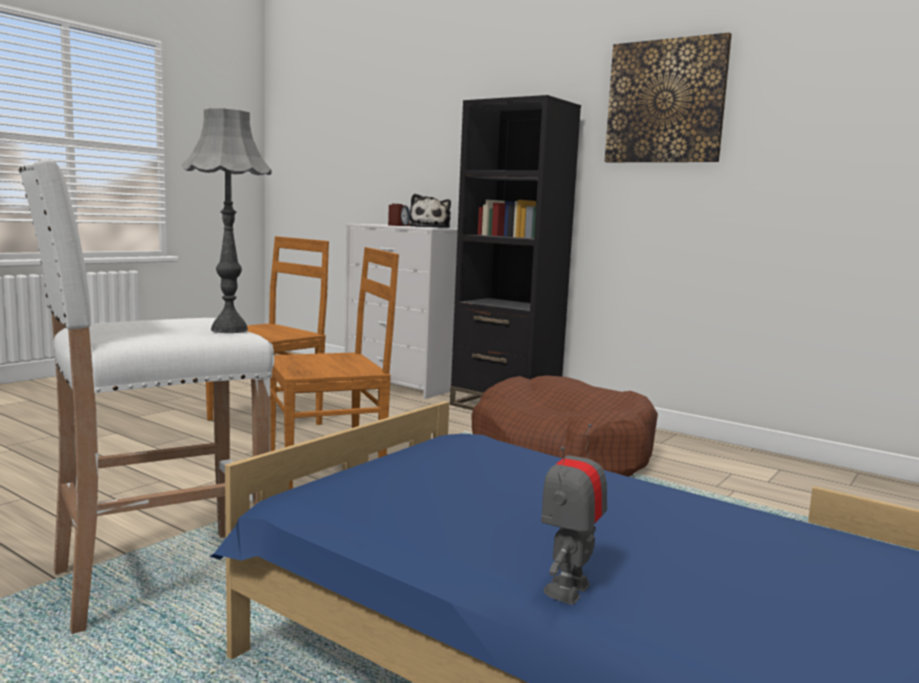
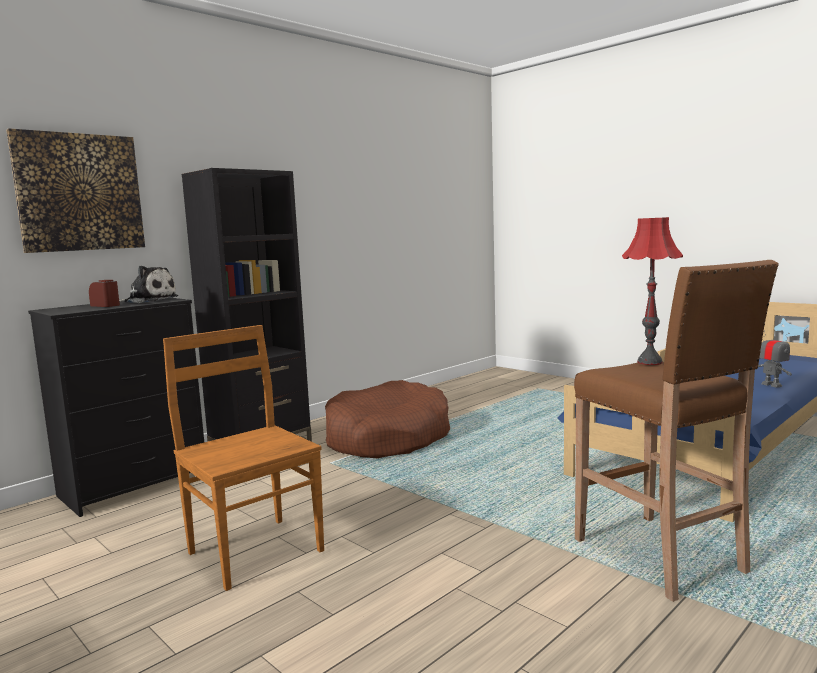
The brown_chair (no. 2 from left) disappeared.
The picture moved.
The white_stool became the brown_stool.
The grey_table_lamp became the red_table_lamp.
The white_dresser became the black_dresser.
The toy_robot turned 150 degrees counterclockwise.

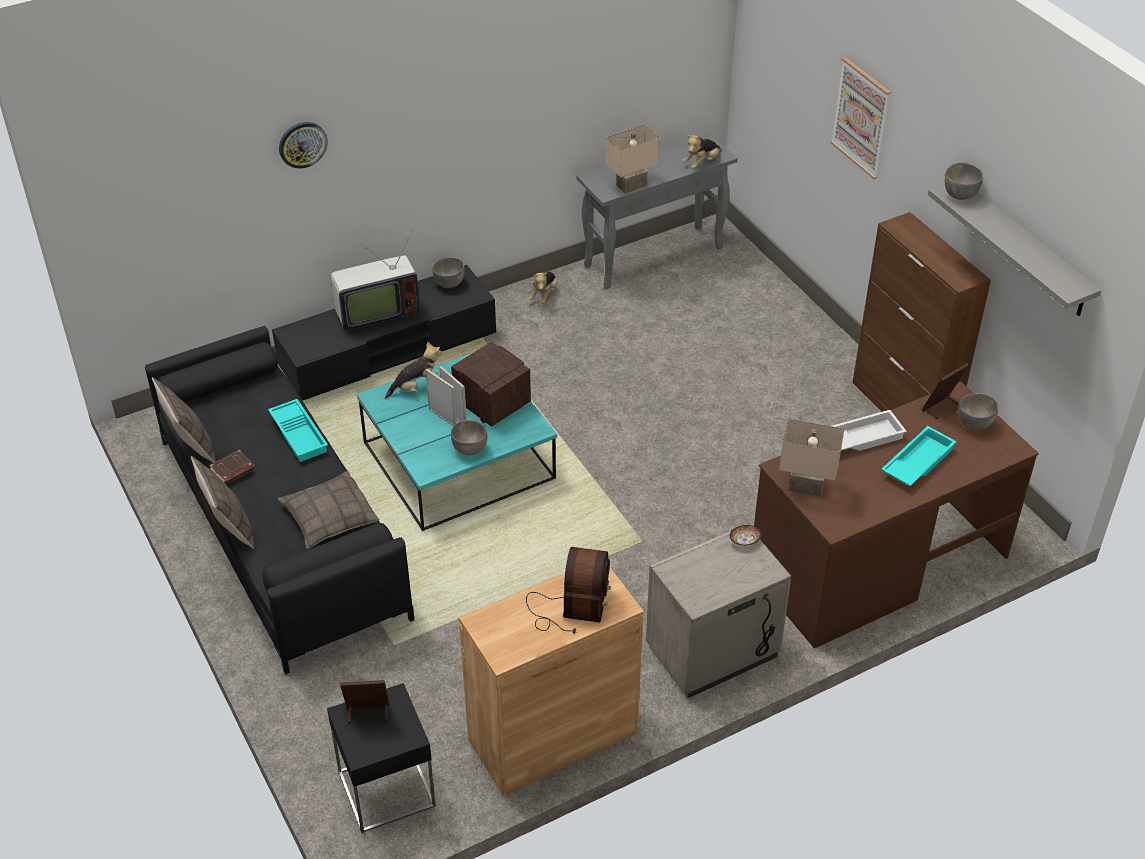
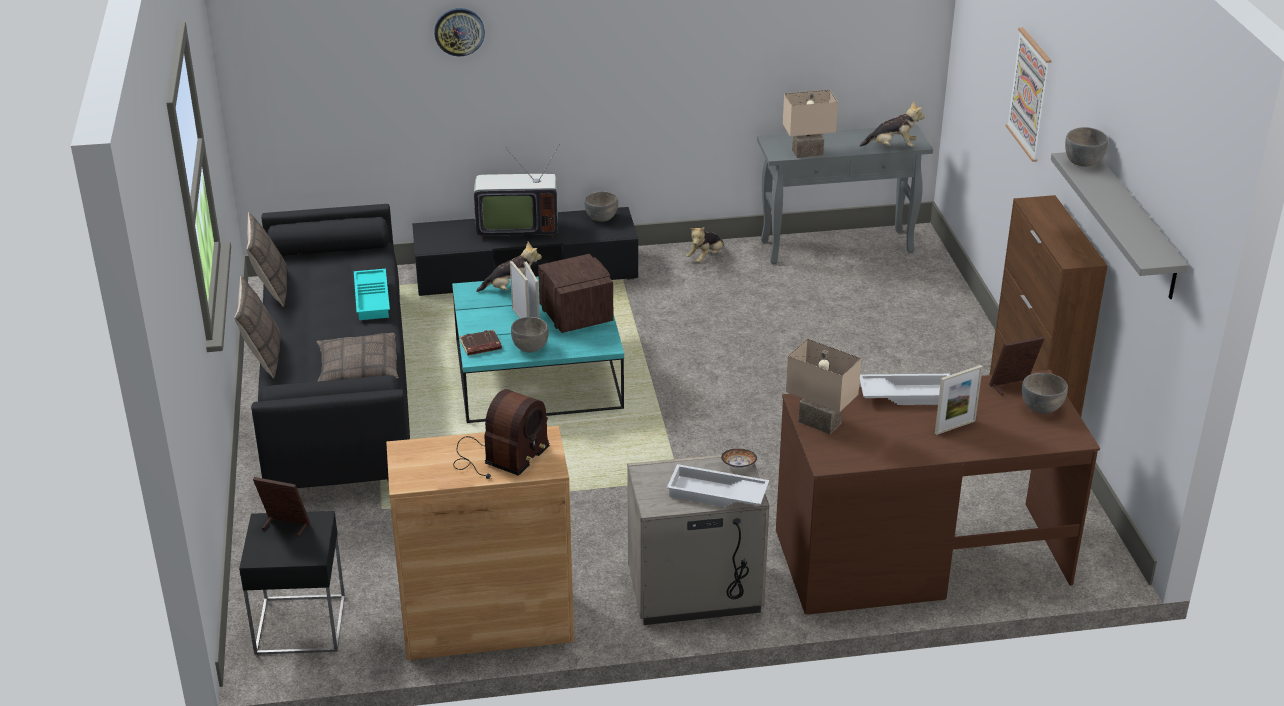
The white_tray (no. 1 from left) appeared.
The brown_book moved.
The turquoise_tray (no. 2 from left) was replaced by the picture_frame (no. 4 from left).
The plush_toy (no. 3 from left) turned 150 degrees counterclockwise.

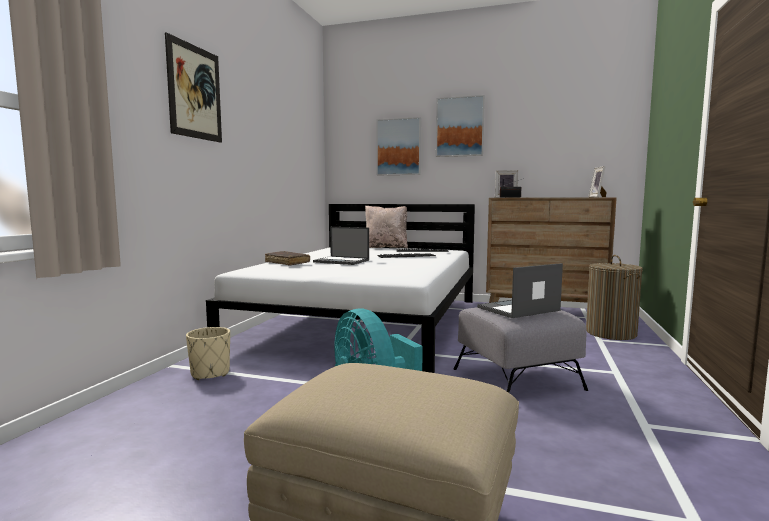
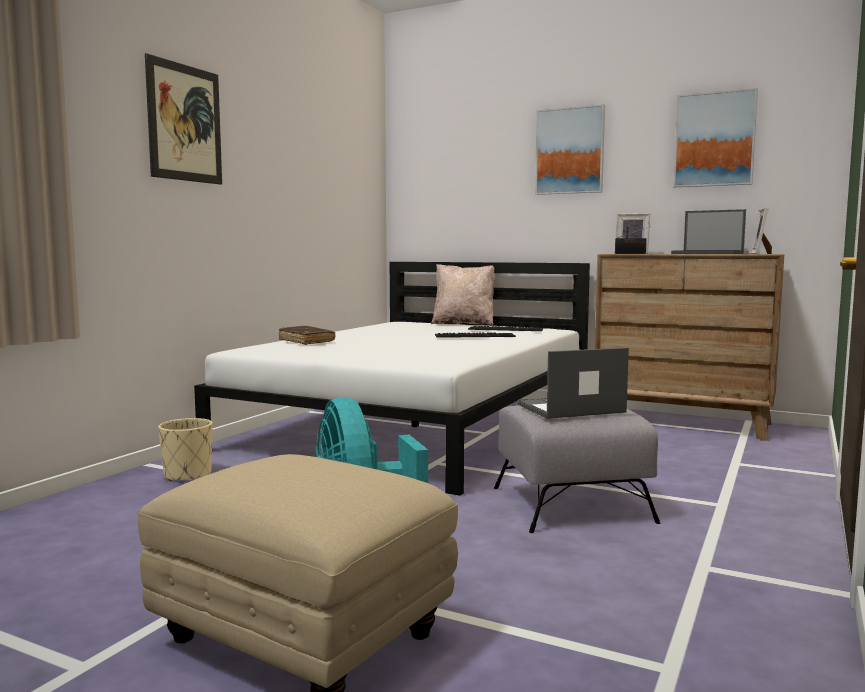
The laundry_basket disappeared.
The laptop (no. 1 from left in the first image) moved.
The picture (no. 2 from left in the first image) moved.

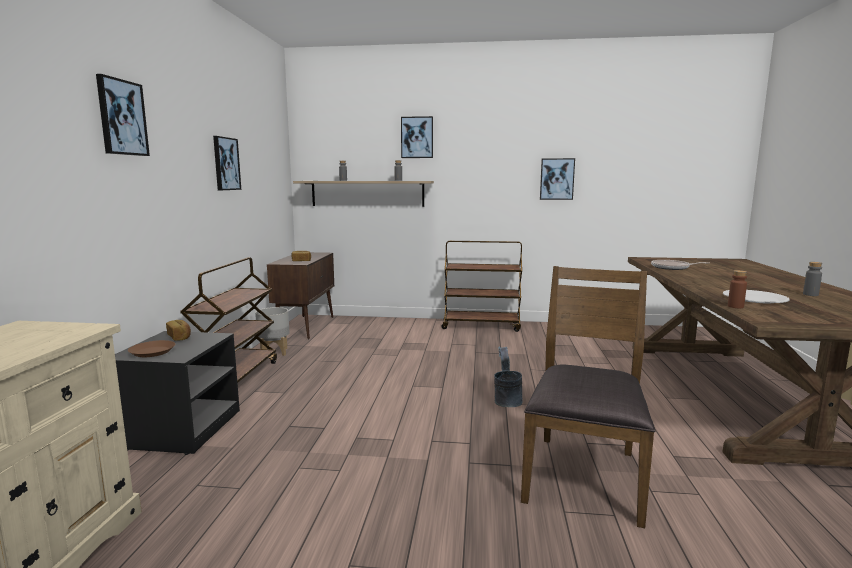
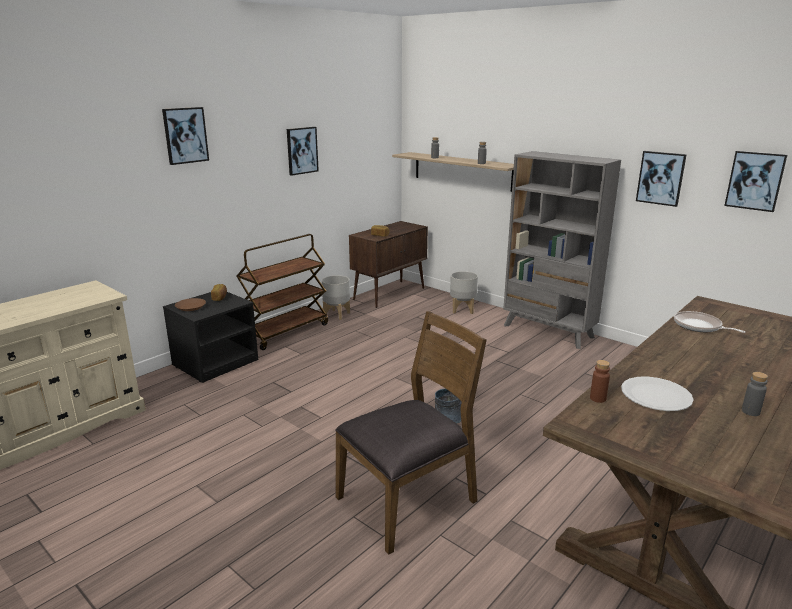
The grey_planter (no. 2 from left) appeared.
The picture (no. 3 from left in the first image) moved.
The brown_cart (no. 2 from left) was replaced by the grey_bookcase.

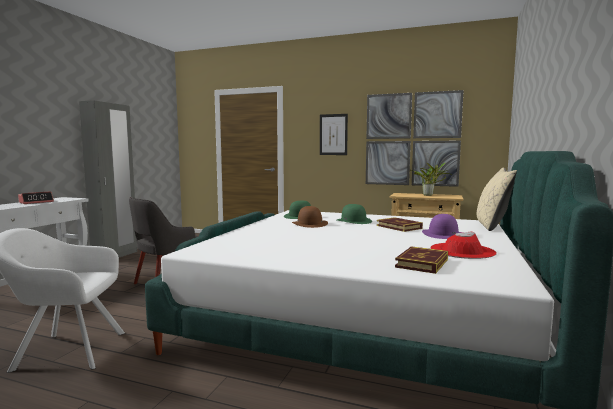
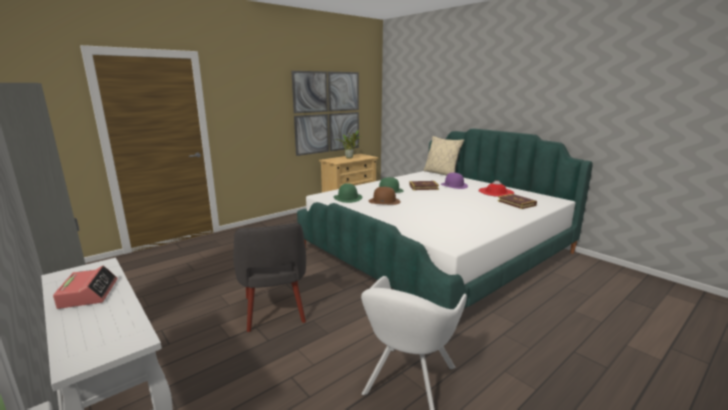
The picture (no. 1 from left) disappeared.

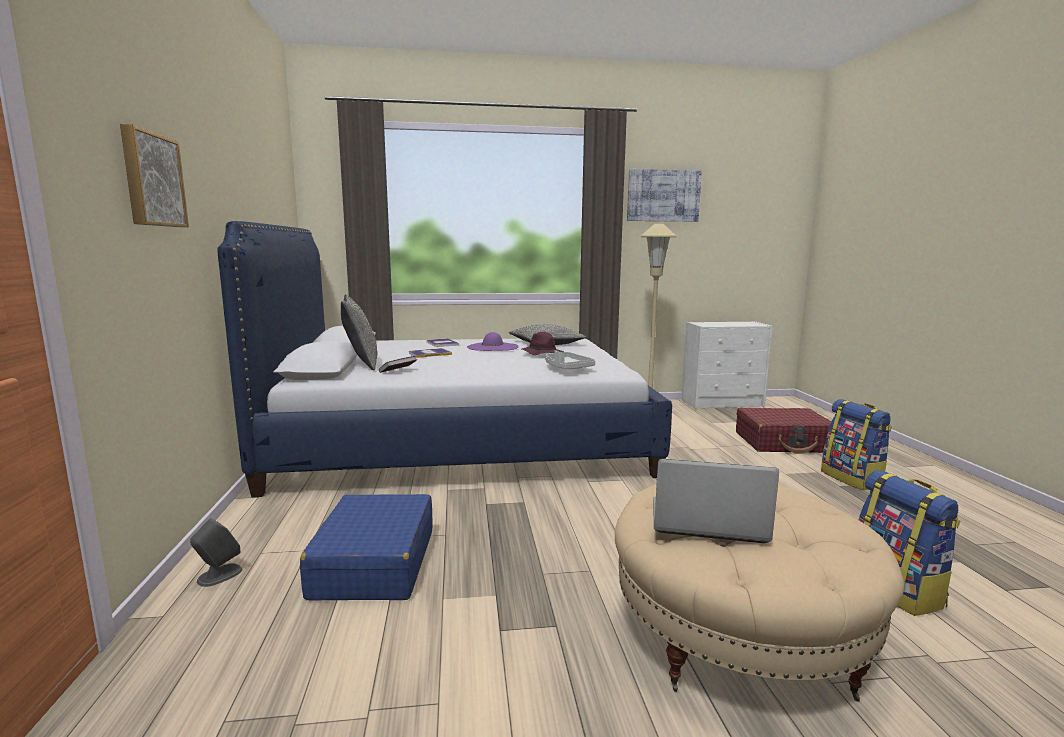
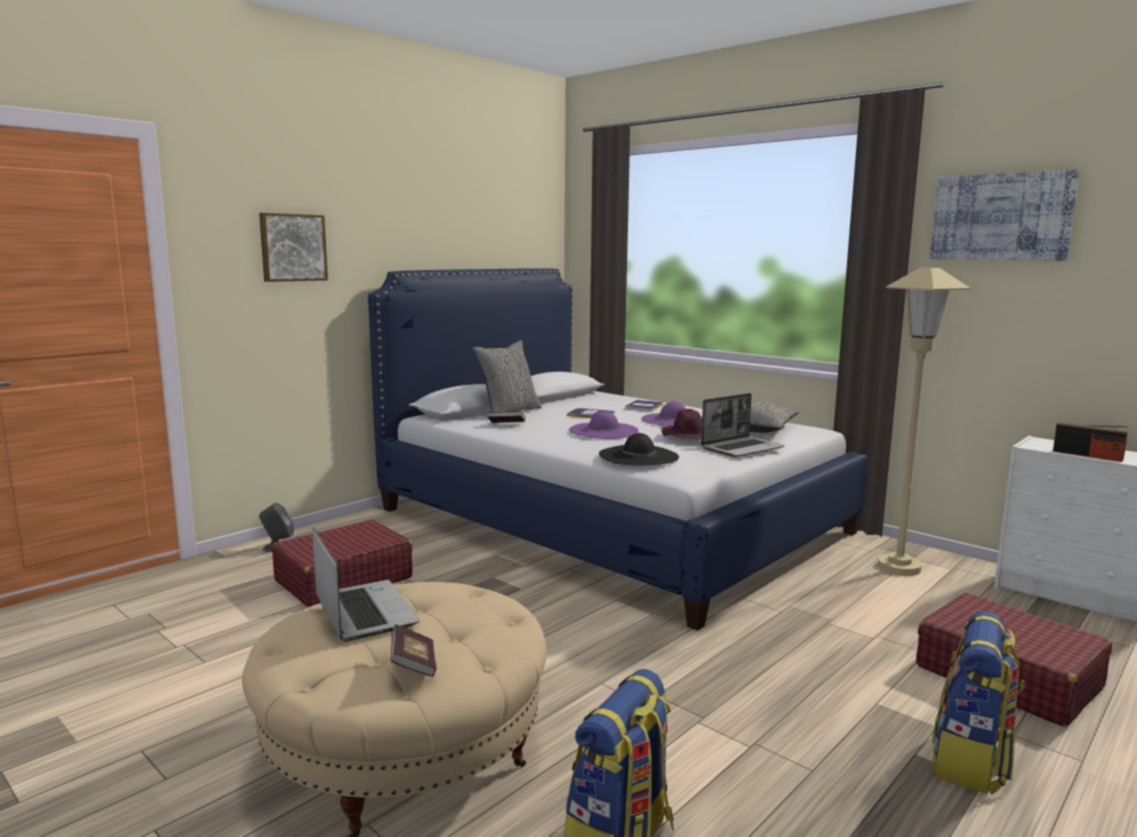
The book (no. 1 from left) appeared.
The purple_hat (no. 1 from left) appeared.
The laptop (no. 2 from left) appeared.
The radio appeared.
The grey_tray was replaced by the black_hat.
The blue_suitcase became the red_suitcase (no. 1 from left).

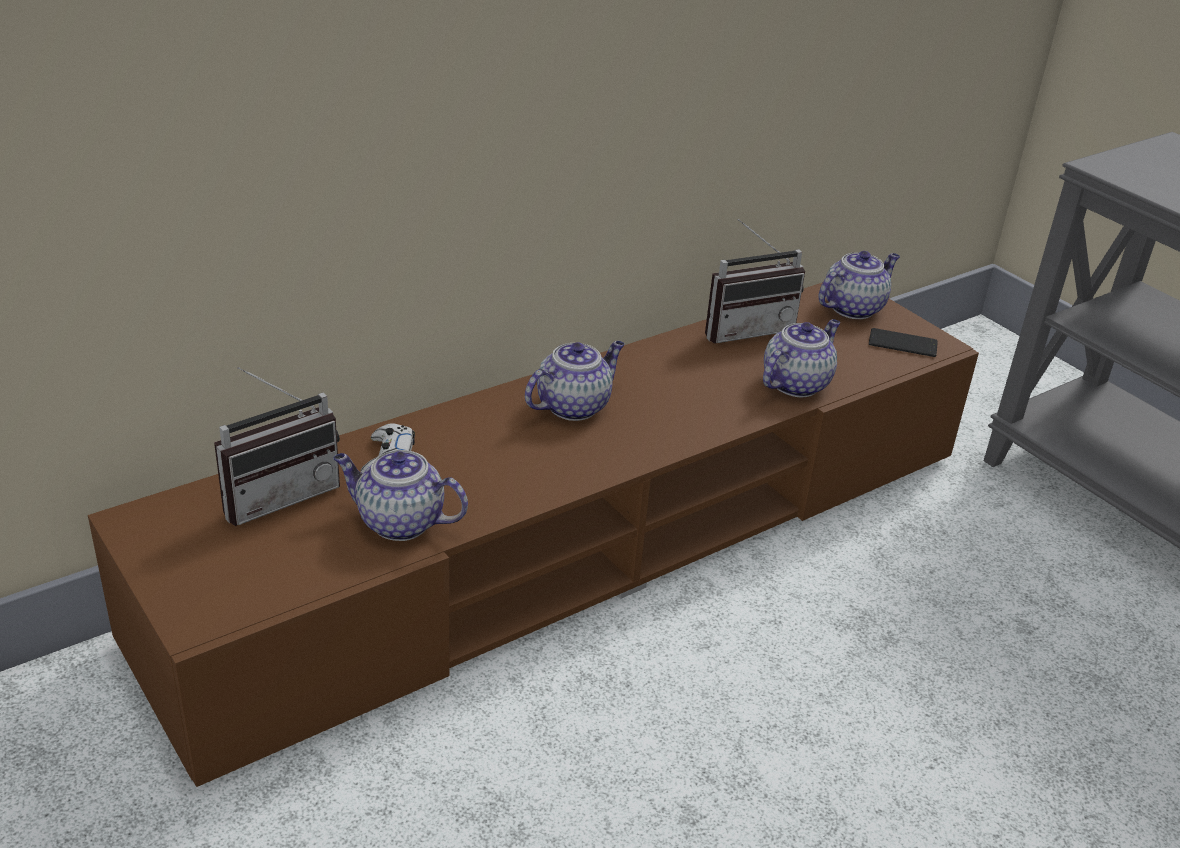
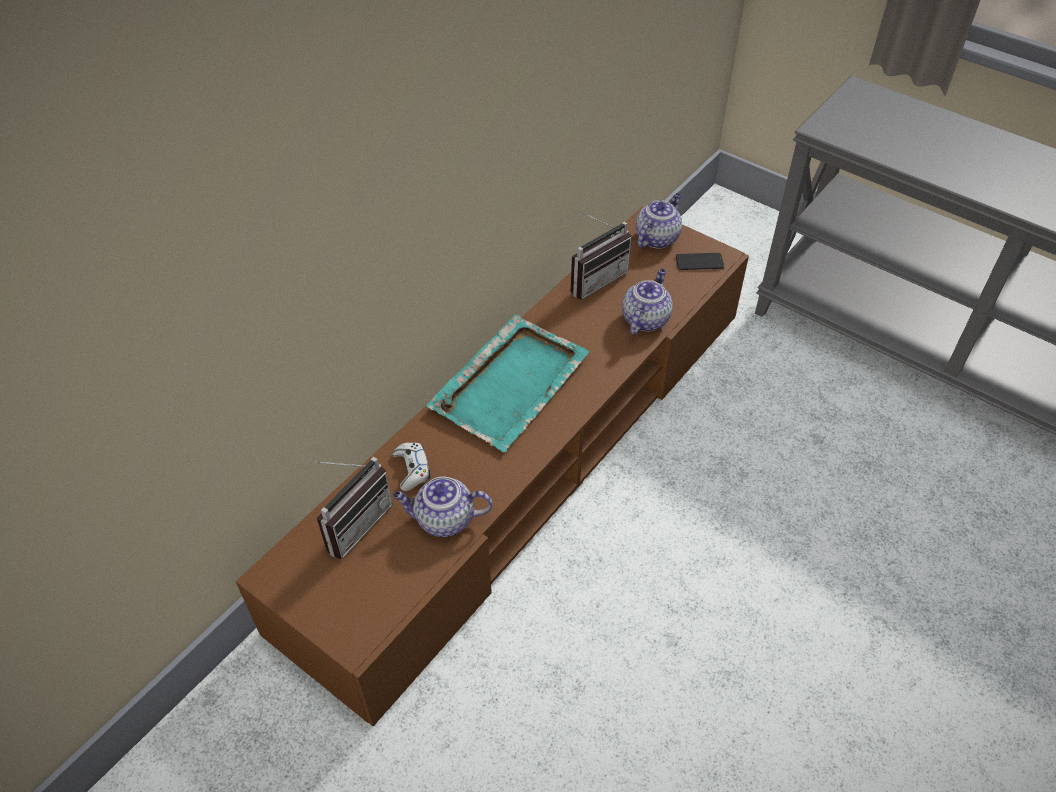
The teapot (no. 2 from left) was replaced by the turquoise_tray.

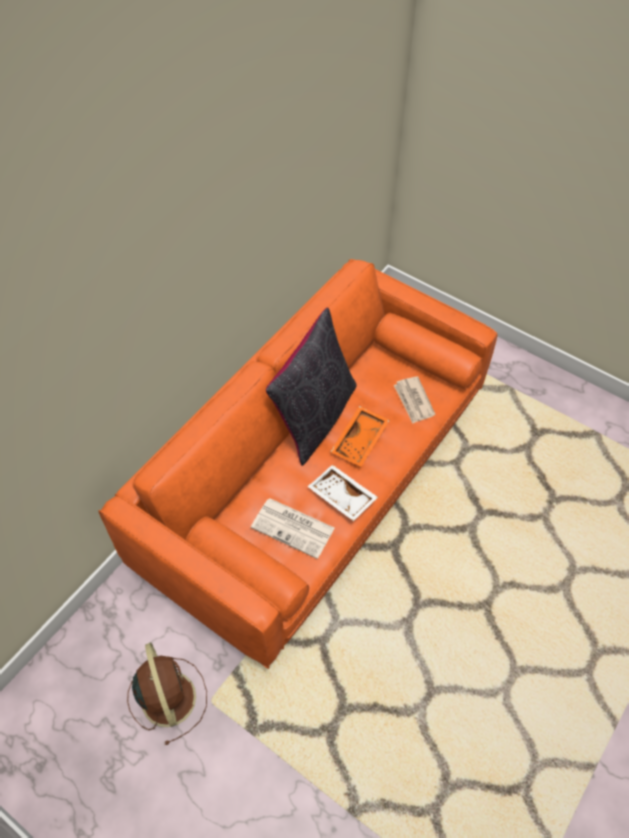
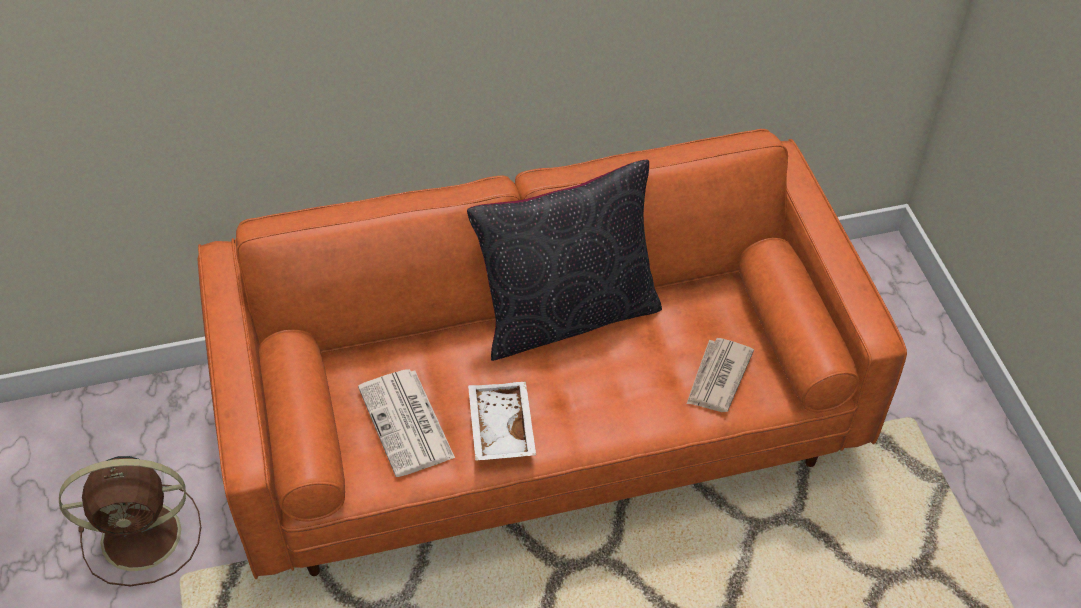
The orange_tray disappeared.
The brown_fan turned 60 degrees clockwise.

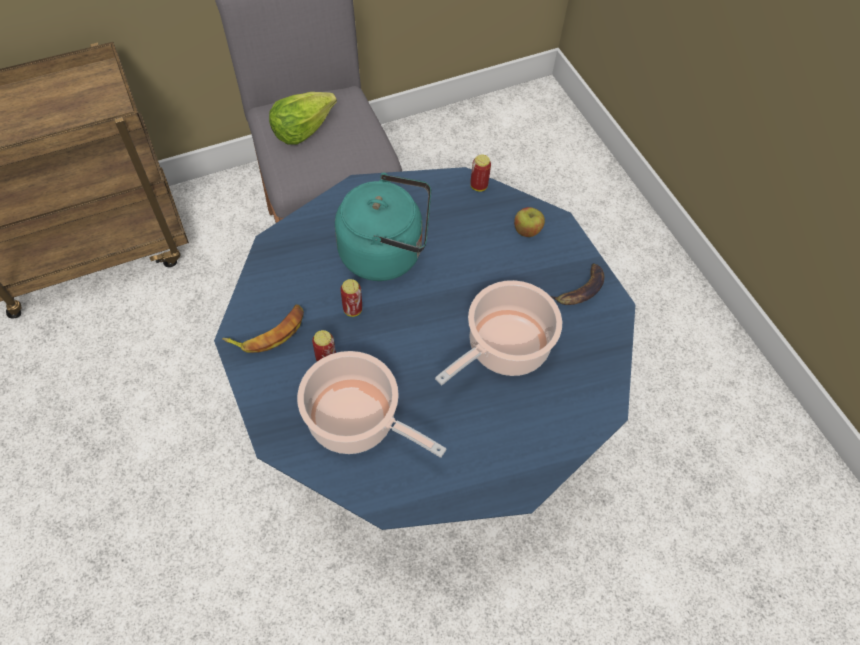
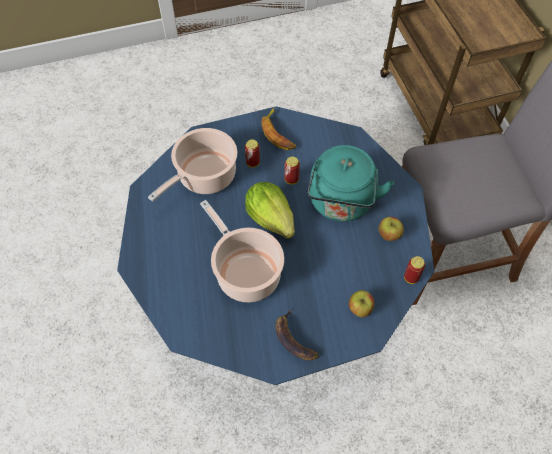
The apple (no. 2 from left) appeared.
The lettuce moved.

